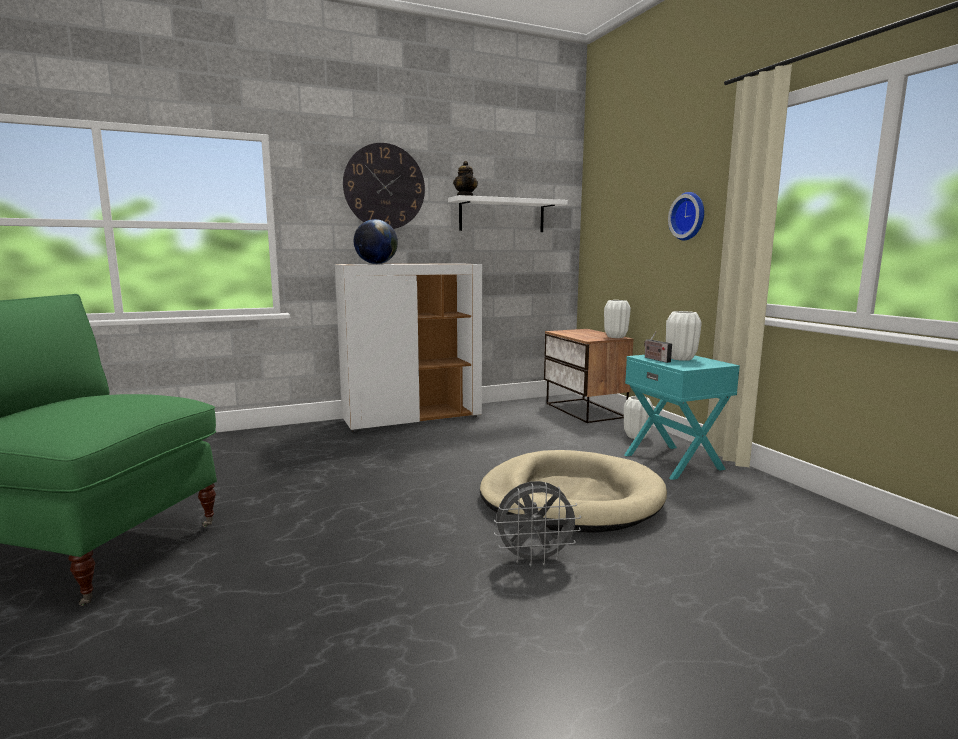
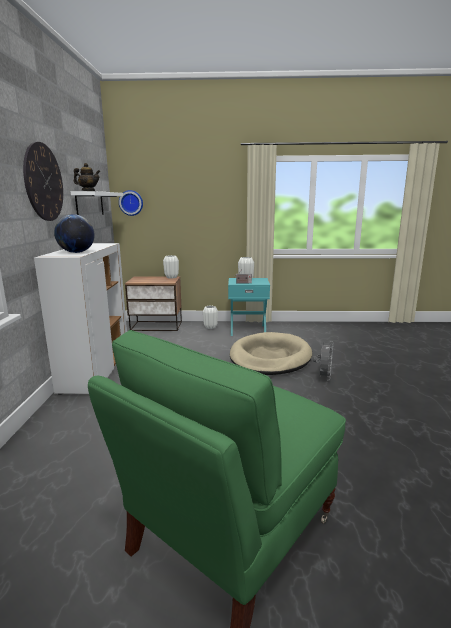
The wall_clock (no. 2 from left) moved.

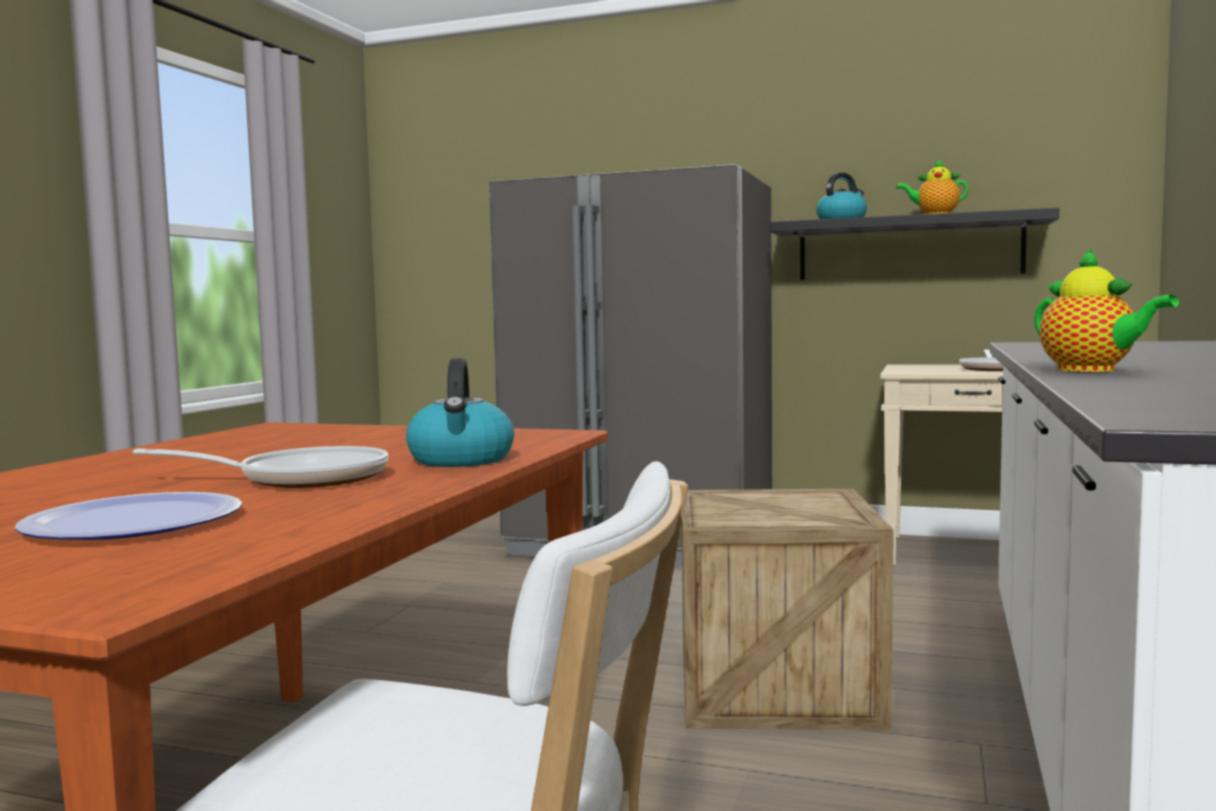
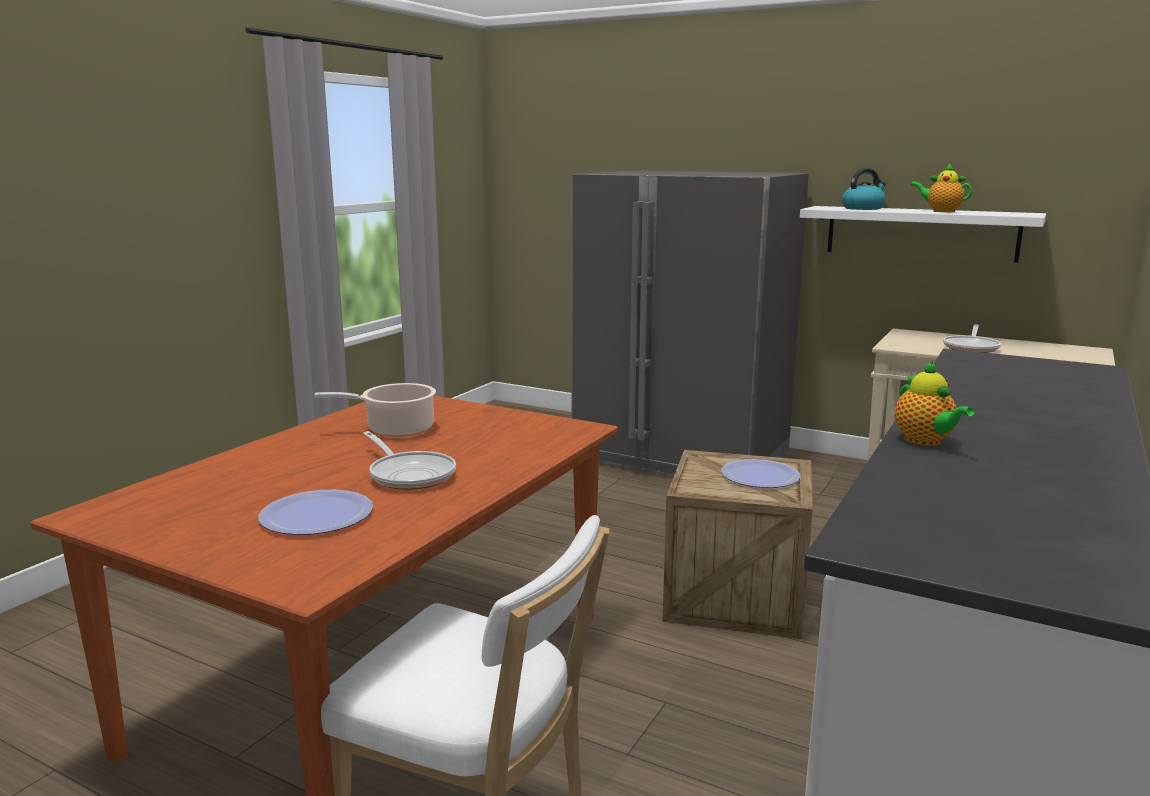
The kettle (no. 1 from left) disappeared.
The cooking_pot appeared.
The plate (no. 2 from left) appeared.
The black_shelf became the white_shelf.
The frying_pan (no. 1 from left) turned 45 degrees clockwise.

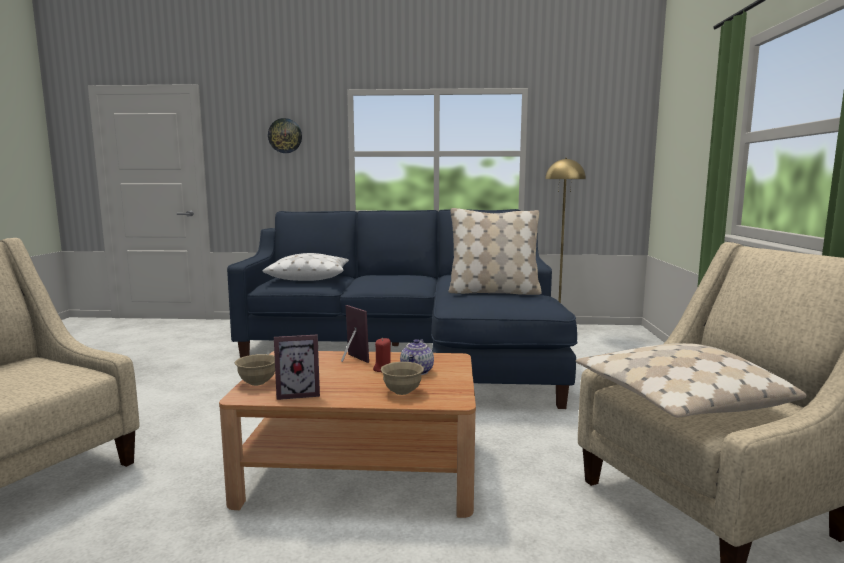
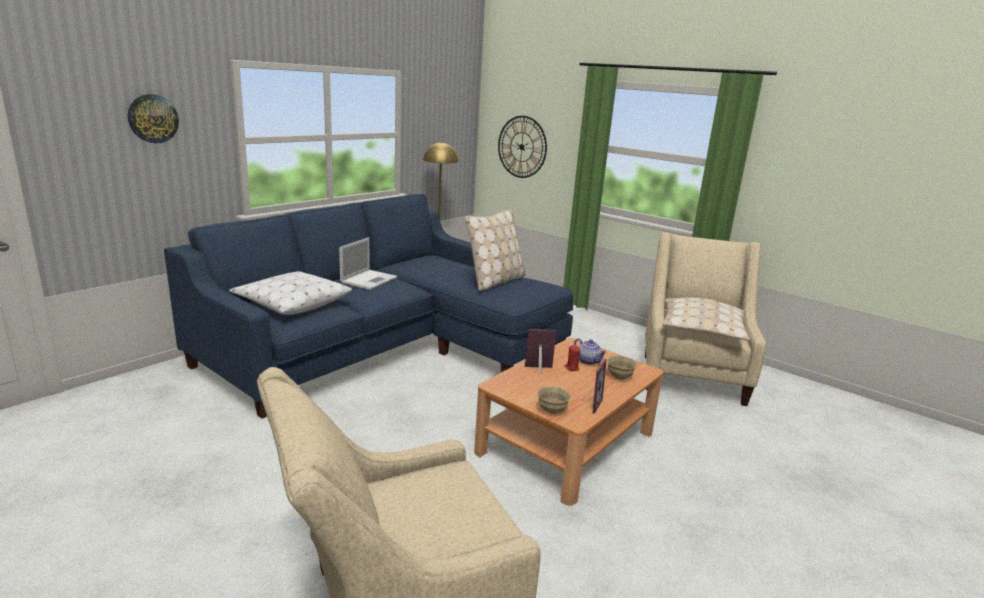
The laptop appeared.
The wall_clock (no. 2 from left) appeared.

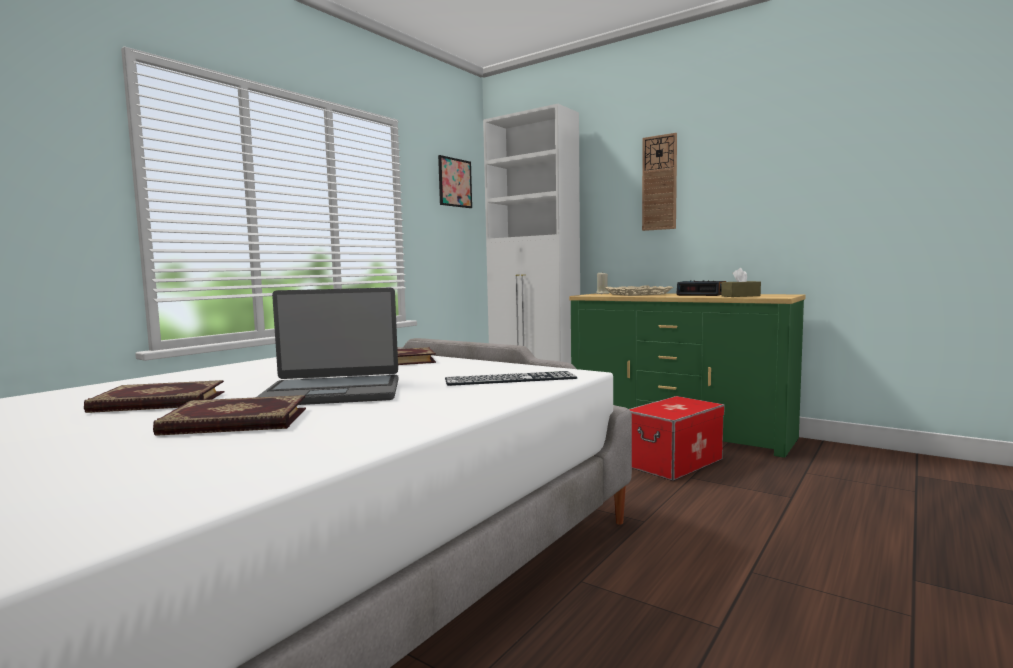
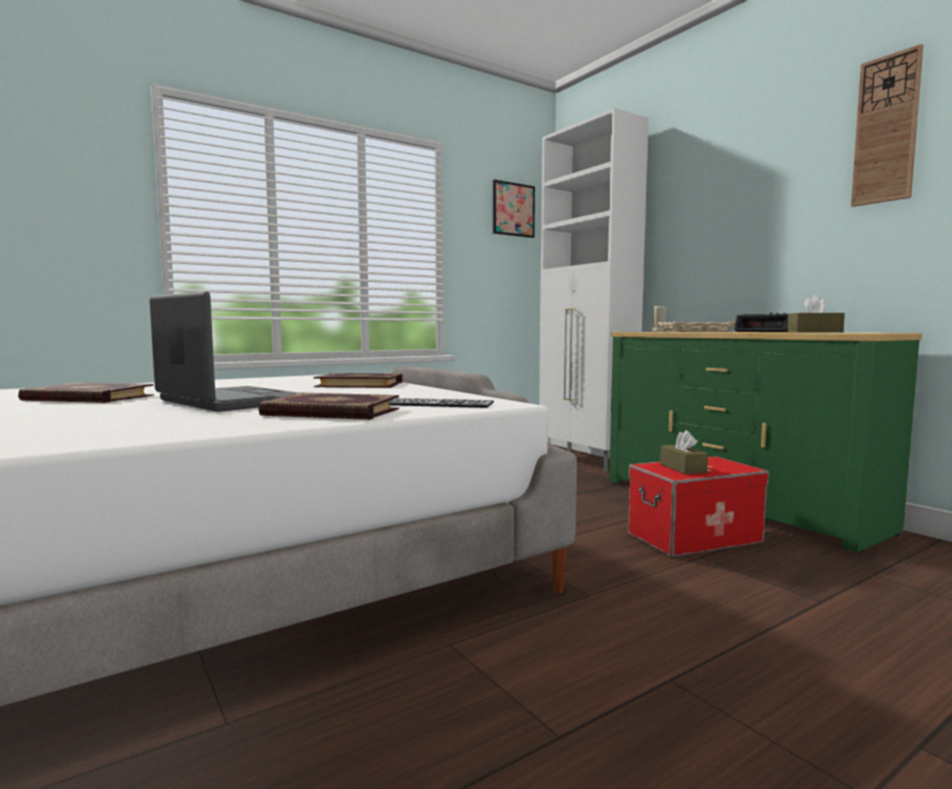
The brown_tissue_box (no. 1 from left) appeared.
The book (no. 2 from left) moved.
The wall_clock moved.
The laptop turned 150 degrees counterclockwise.

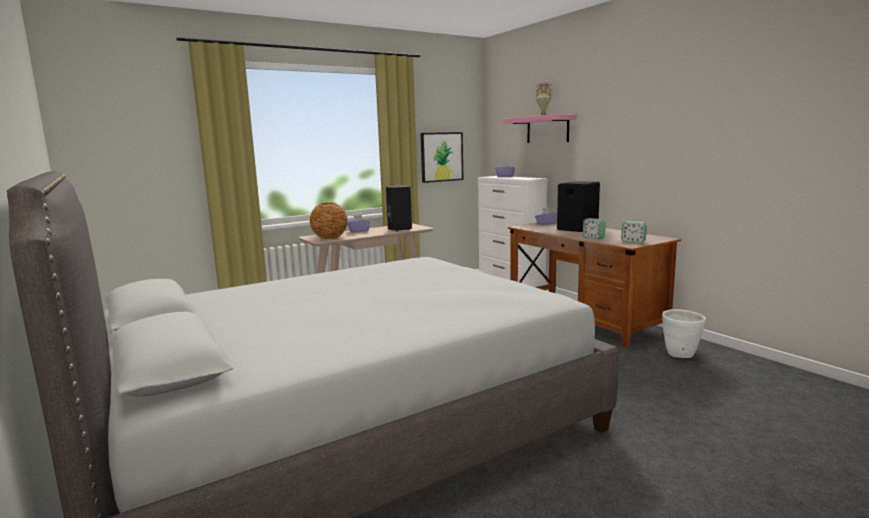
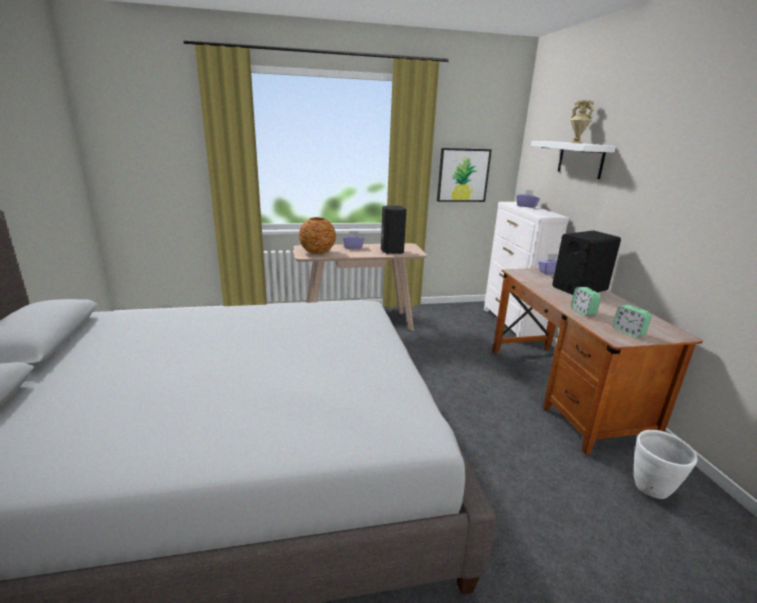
The pink_shelf became the white_shelf.

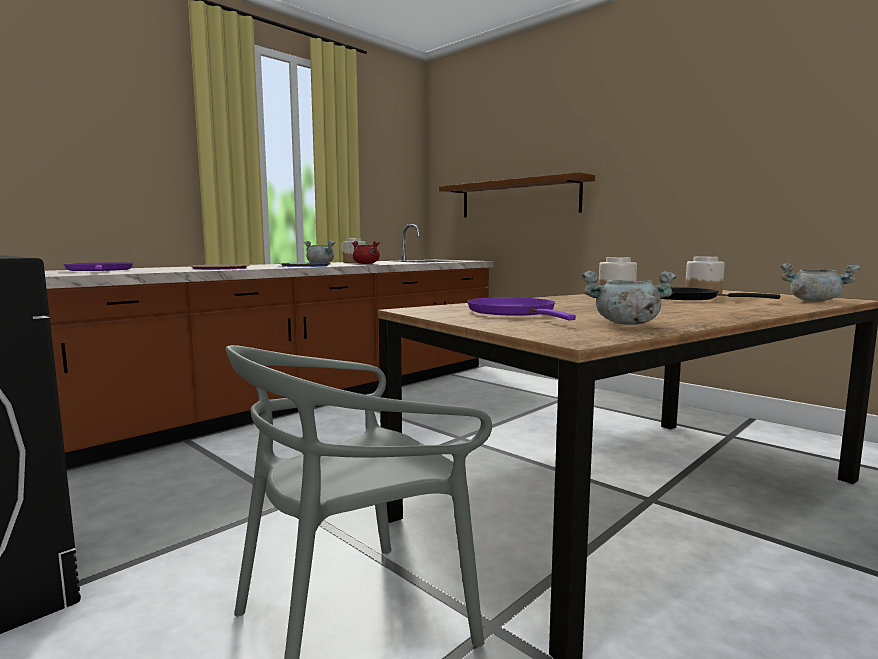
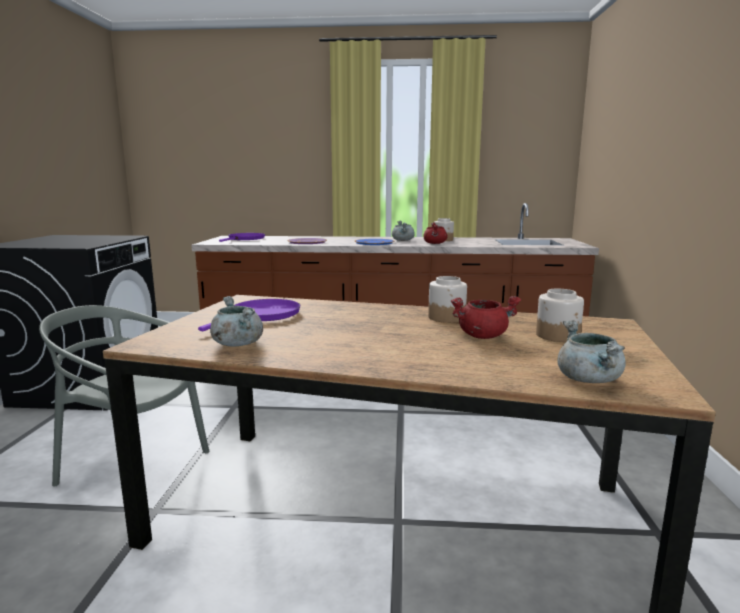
The brown_shelf disappeared.
The black_frying_pan was replaced by the red_cooking_pot (no. 2 from left).

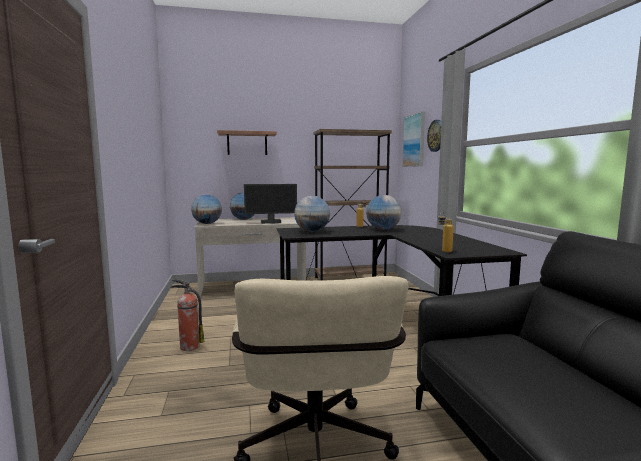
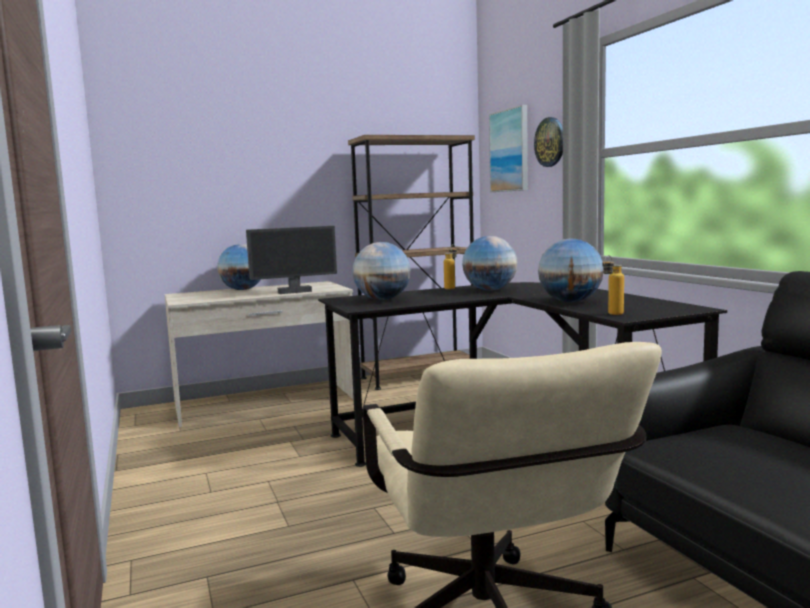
The fire_extinguisher disappeared.
The shelf disappeared.
The globe (no. 1 from left in the first image) moved.

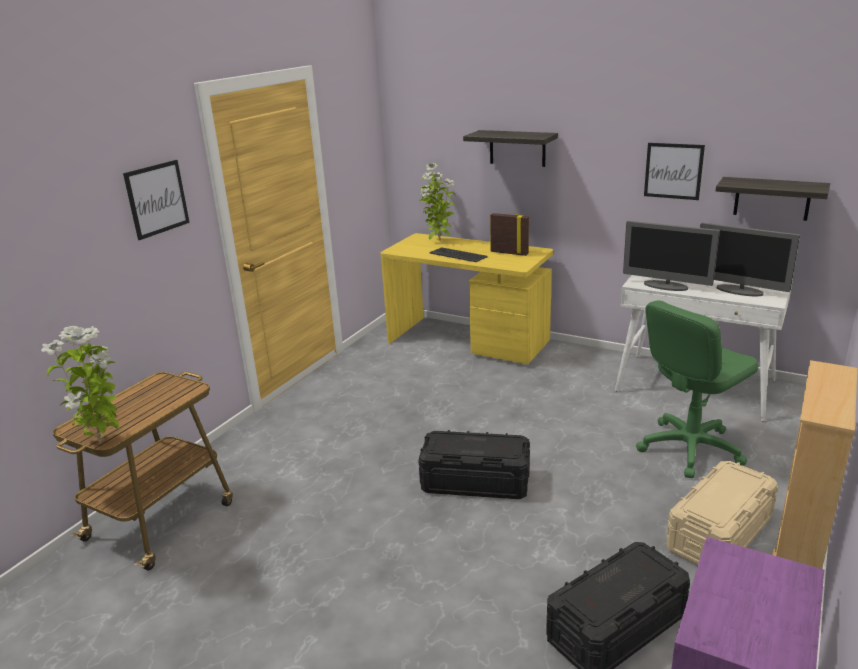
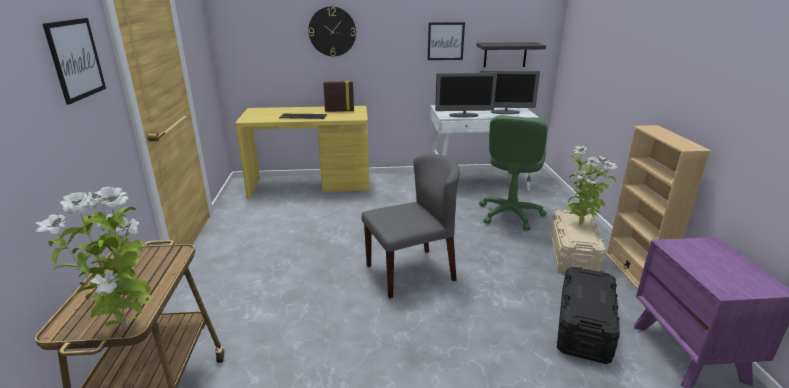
The potted_plant (no. 2 from left) moved.
The black_storage_box (no. 1 from left) was replaced by the grey_chair.
The shelf (no. 1 from left) was replaced by the wall_clock.

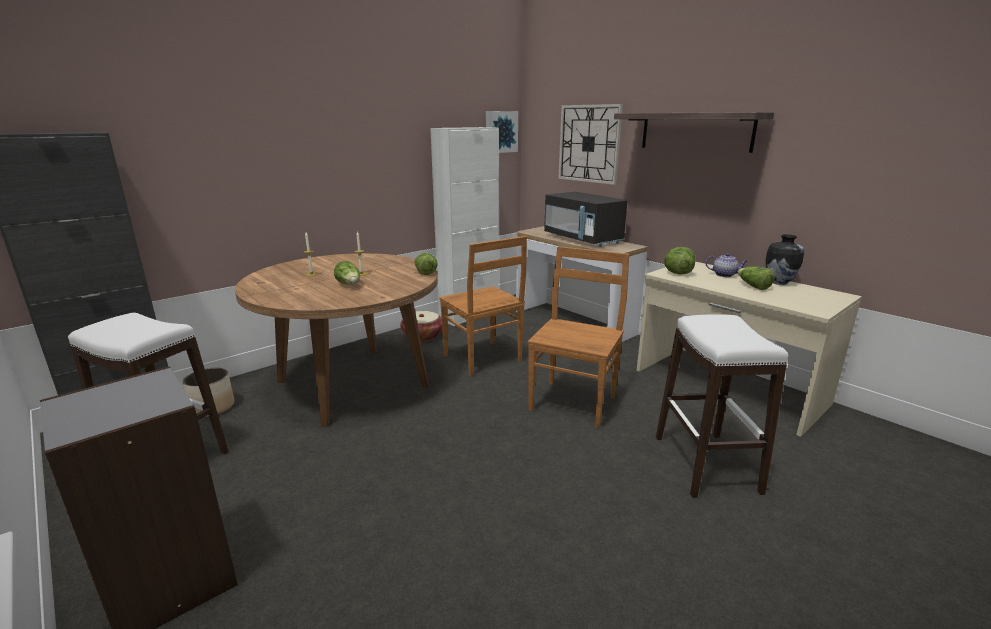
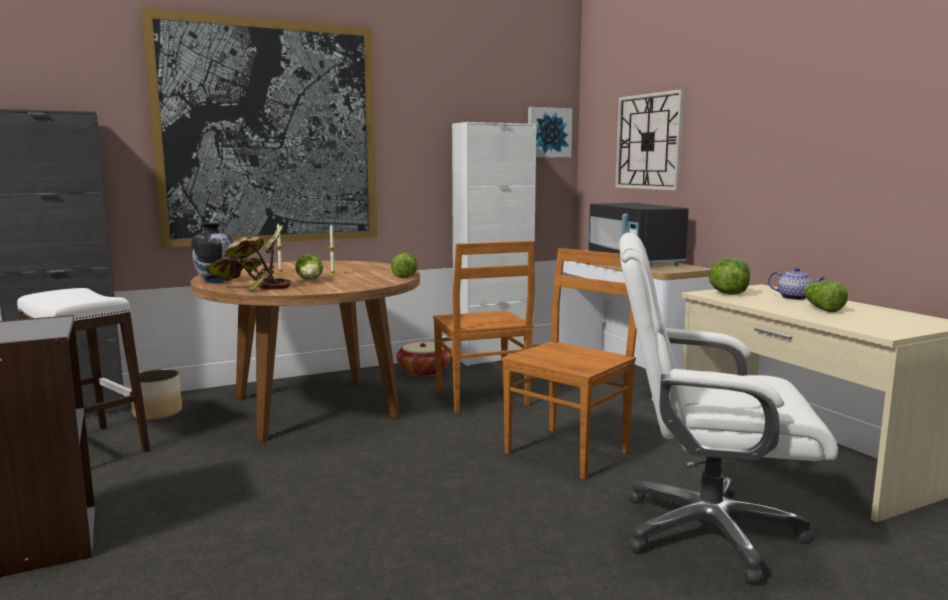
The shelf disappeared.
The picture (no. 1 from left) appeared.
The potted_plant appeared.
The vase moved.
The white_stool (no. 2 from left) was replaced by the white_office_chair.

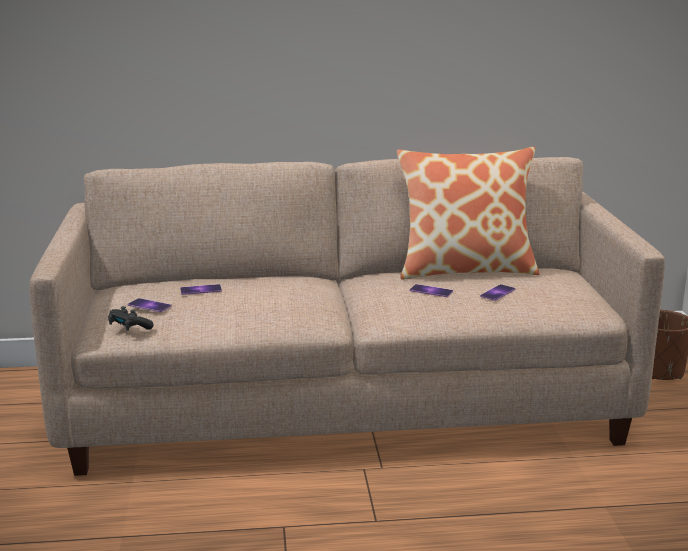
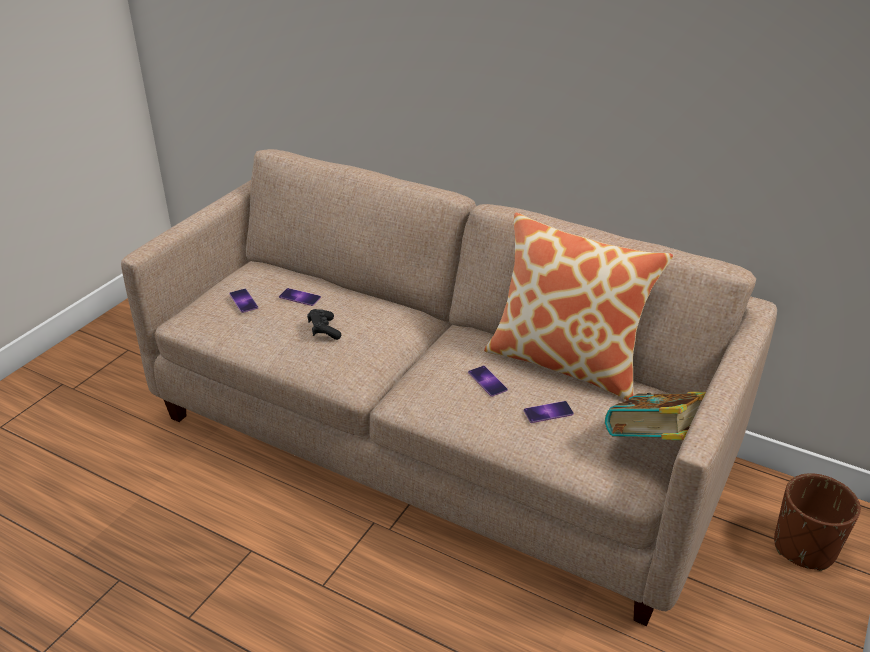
The book appeared.
The black_game_controller moved.

